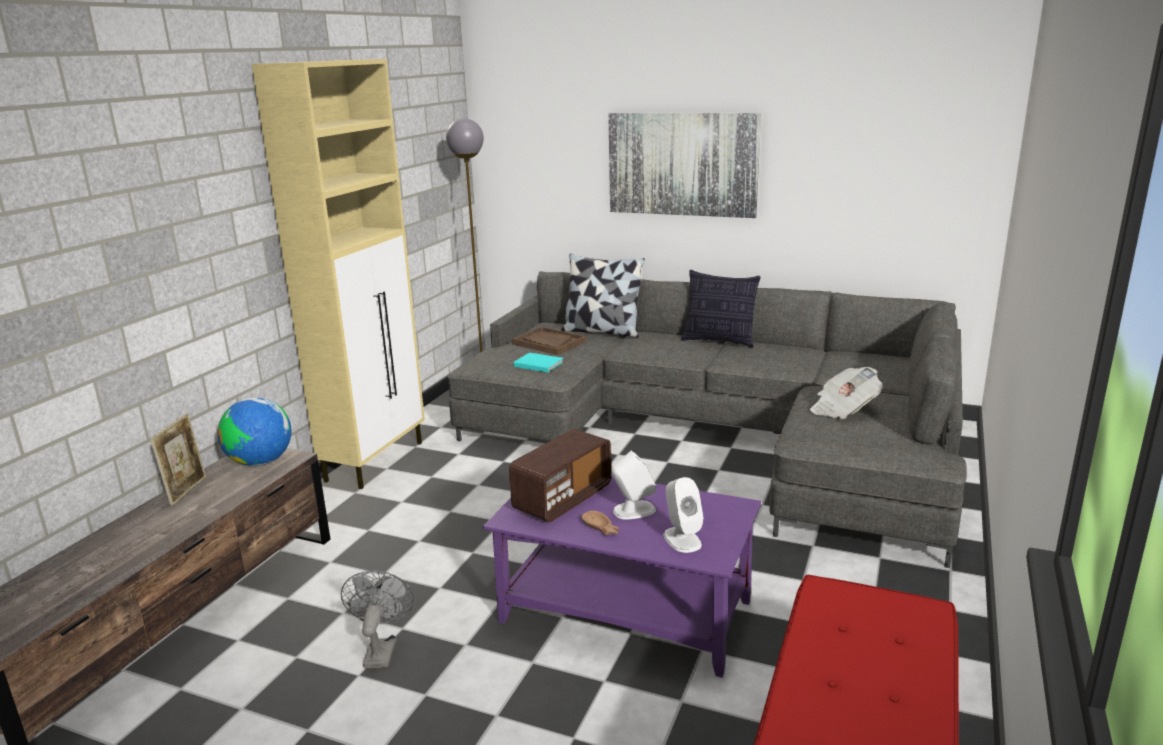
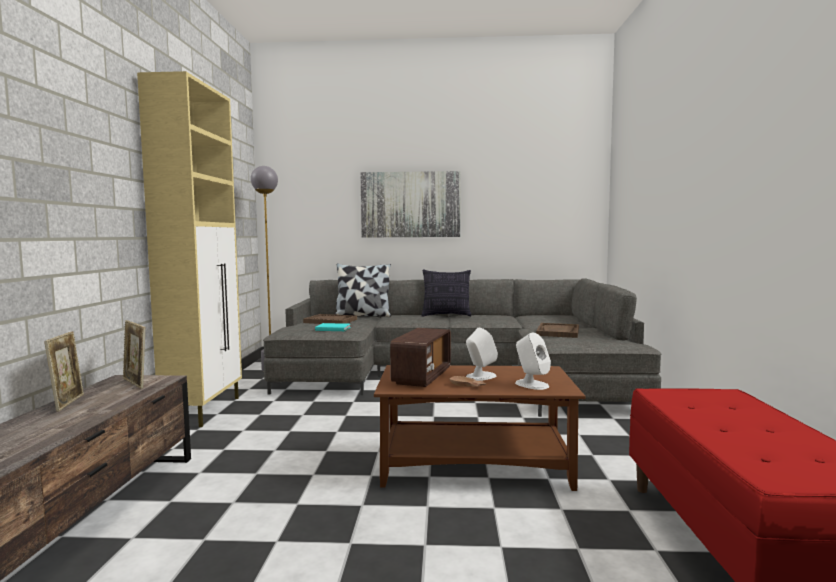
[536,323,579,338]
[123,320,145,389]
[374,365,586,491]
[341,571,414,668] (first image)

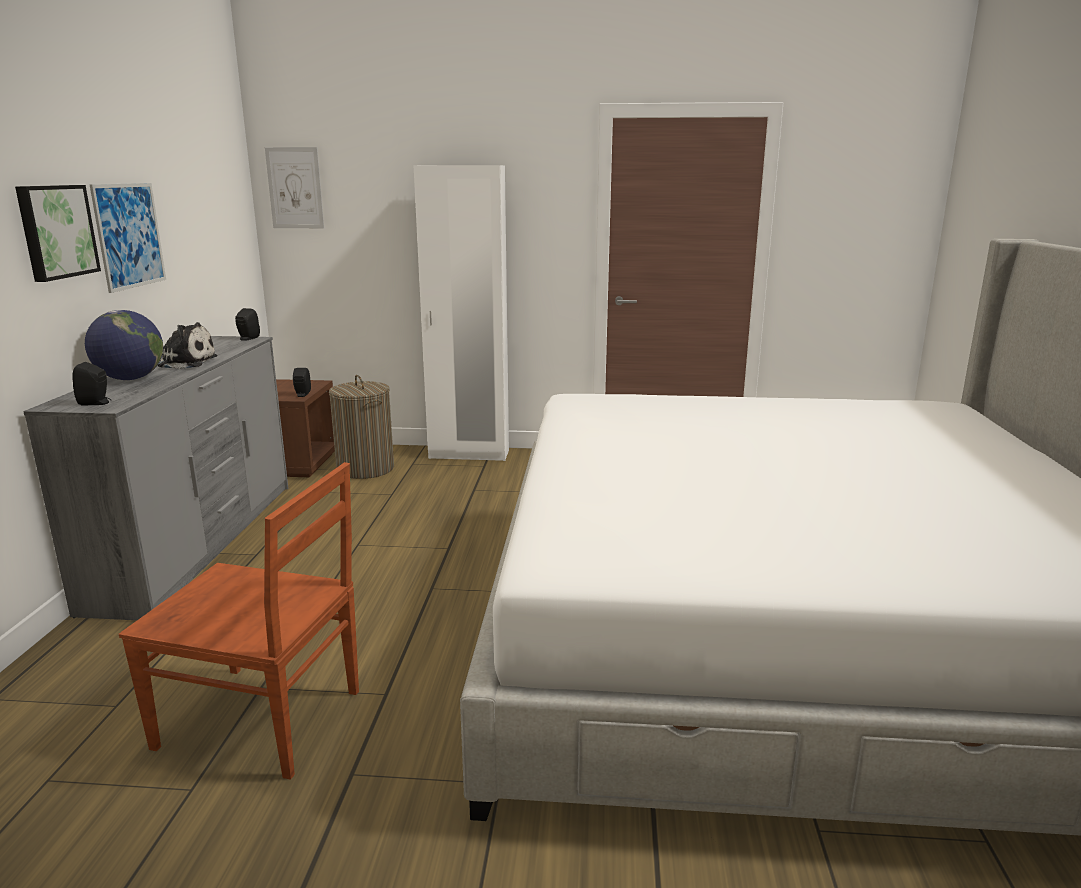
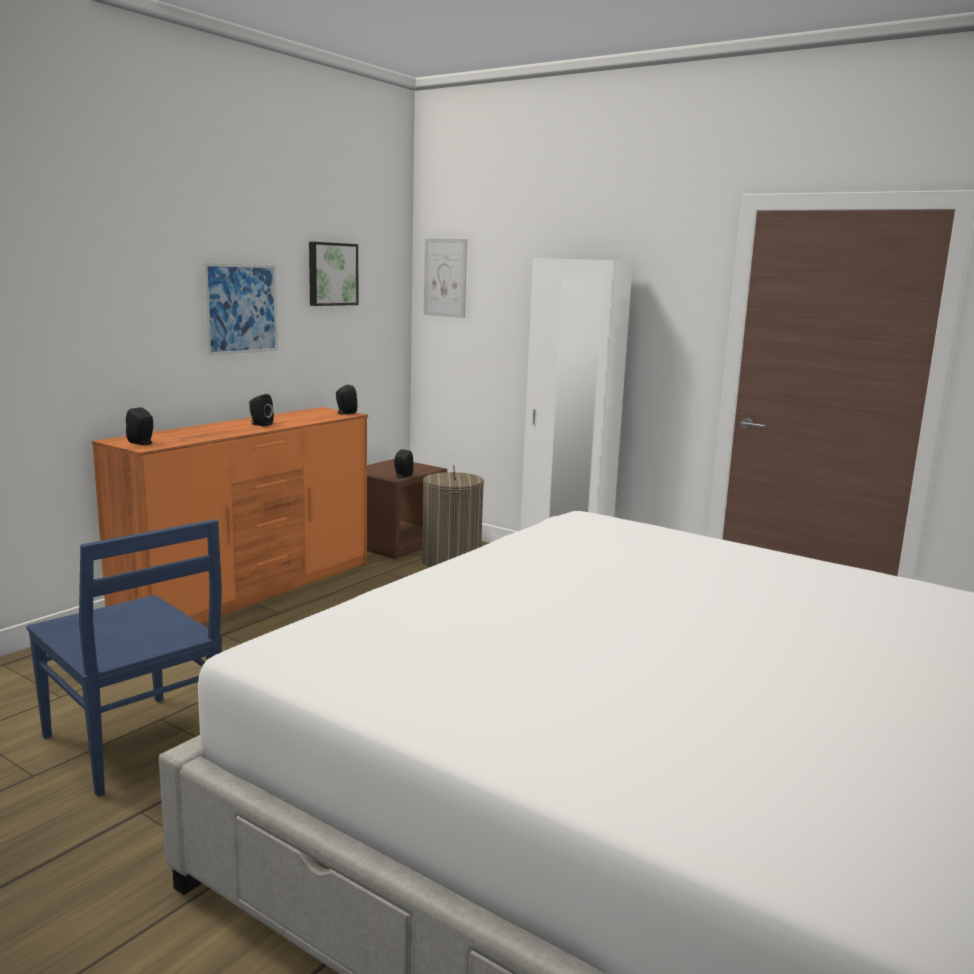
[309,242,358,306]
[85,310,163,380] (first image)
[249,394,274,426]
[92,407,368,623]
[26,519,223,797]

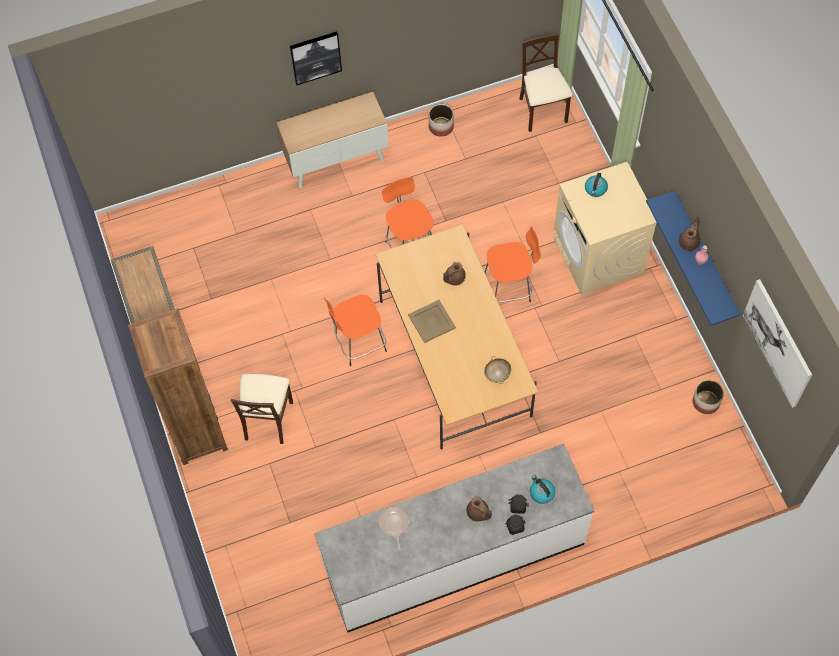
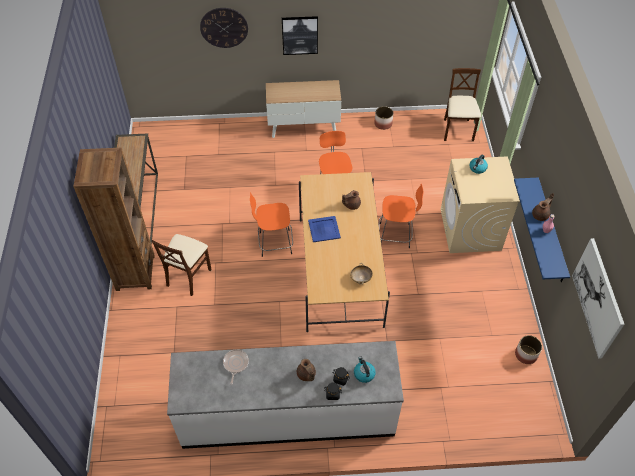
[308,216,341,242]
[200,8,248,48]

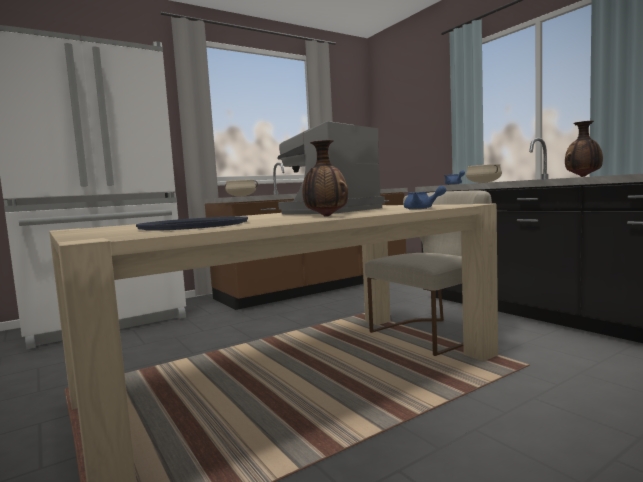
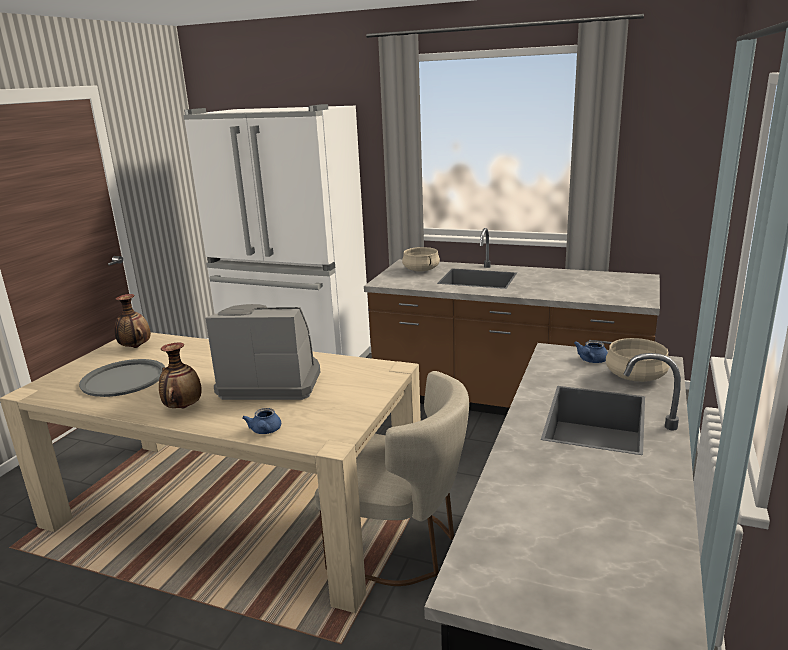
[114,294,151,348]
[79,359,165,397]

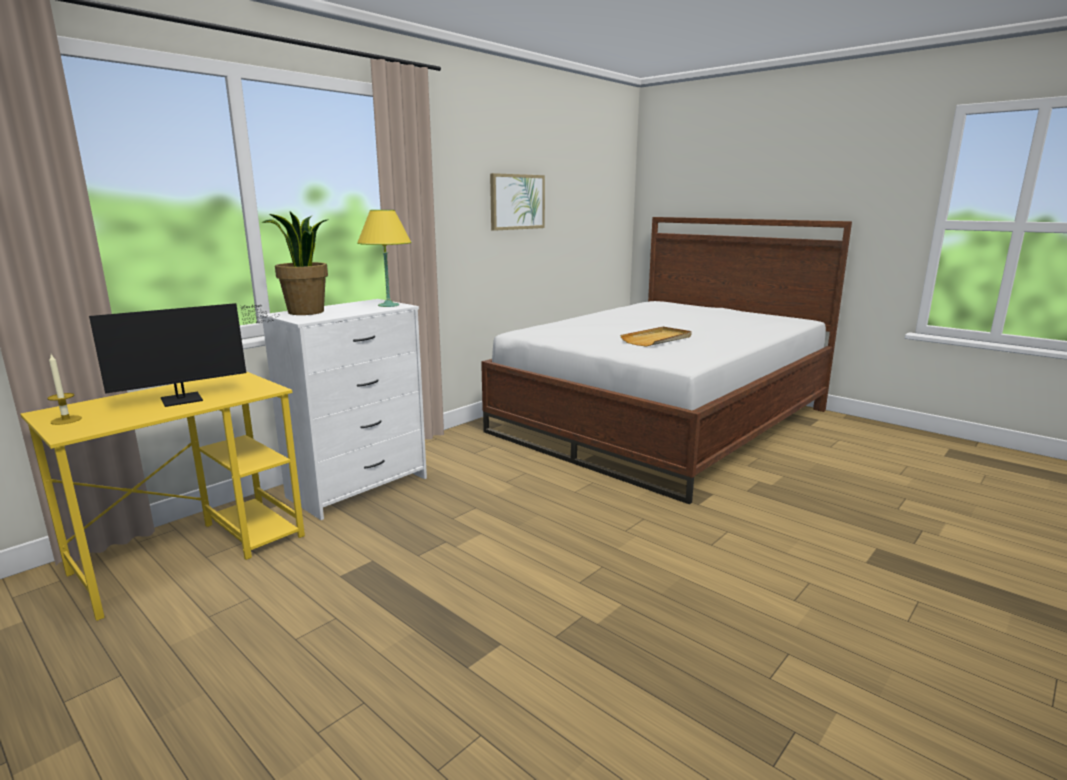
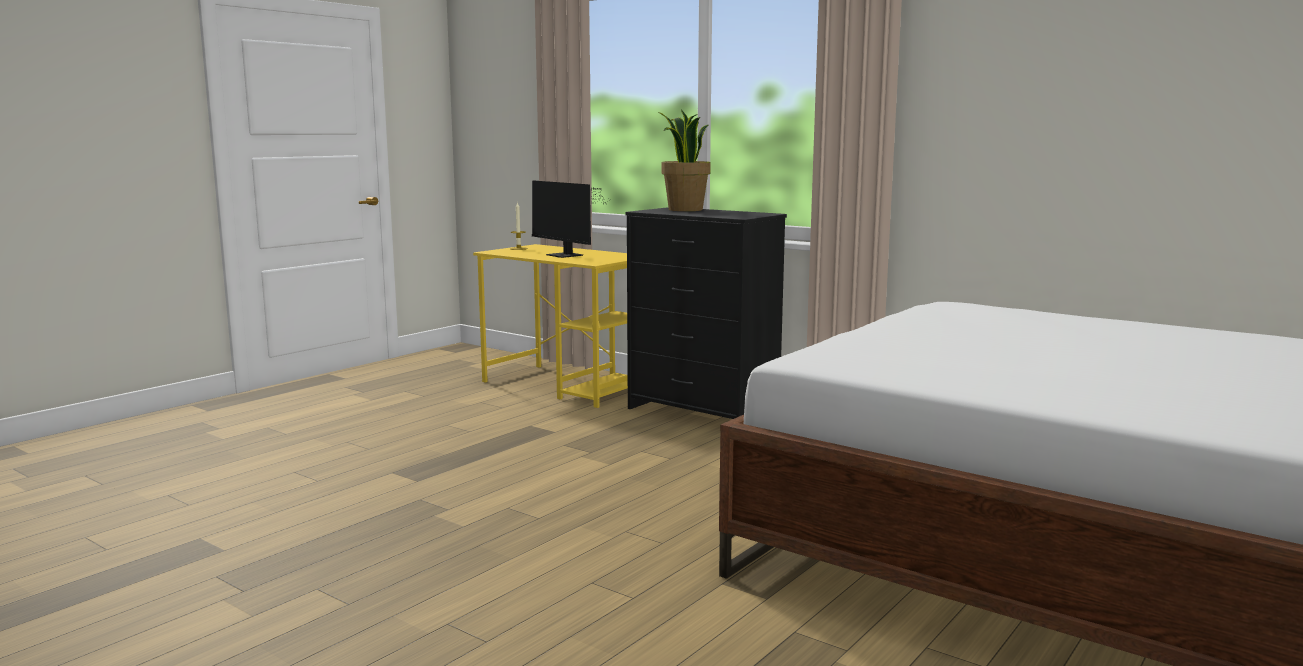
[490,173,545,231] (first image)
[357,210,412,307] (first image)
[625,207,787,419]
[620,327,692,347] (first image)

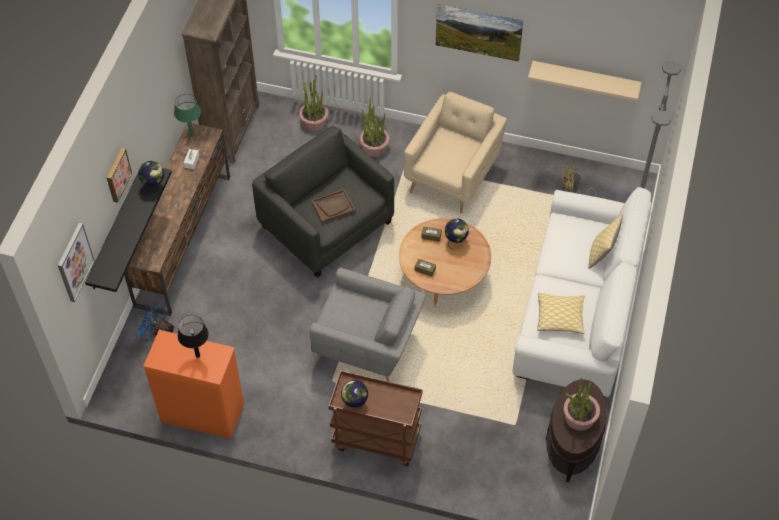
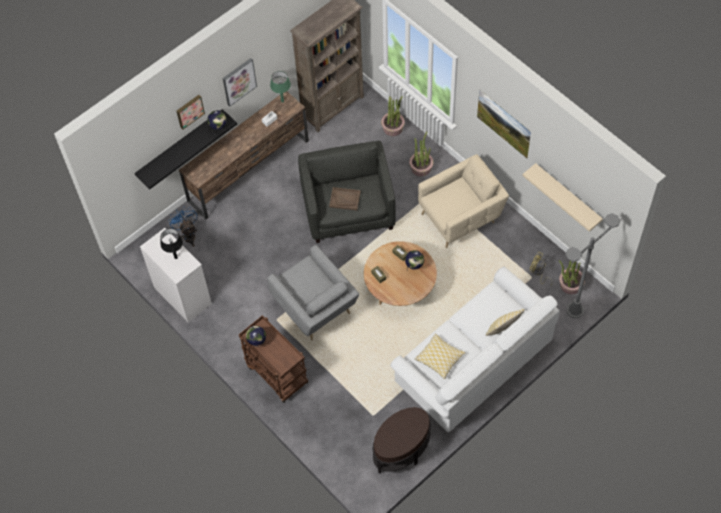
[223,58,257,107]
[140,228,212,322]
[559,260,585,294]

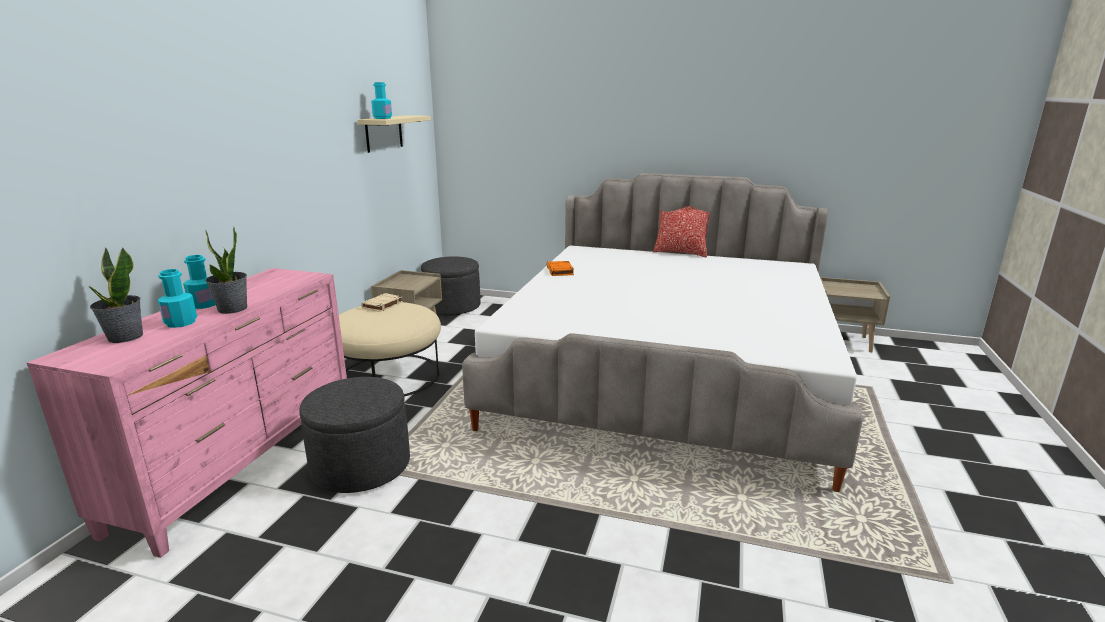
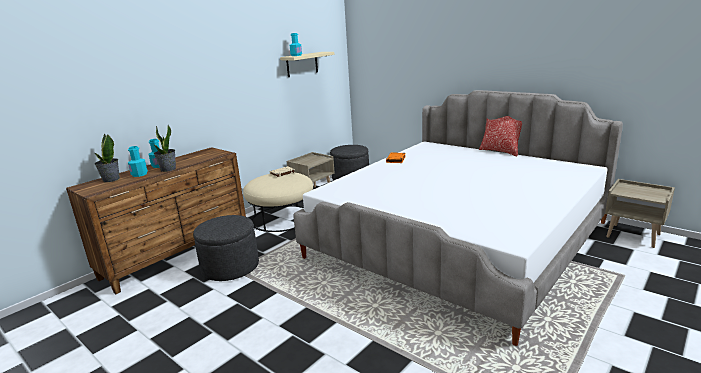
[66,147,246,294]

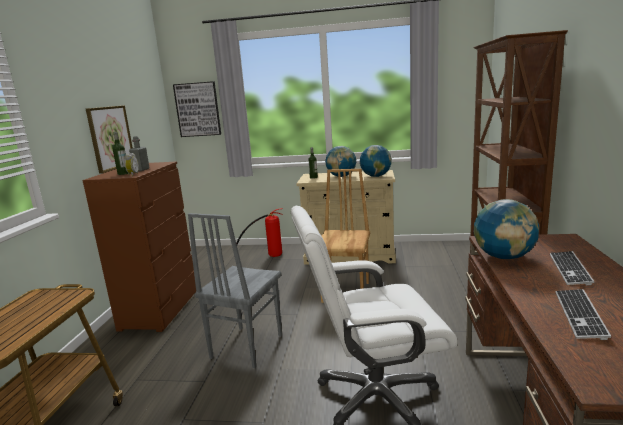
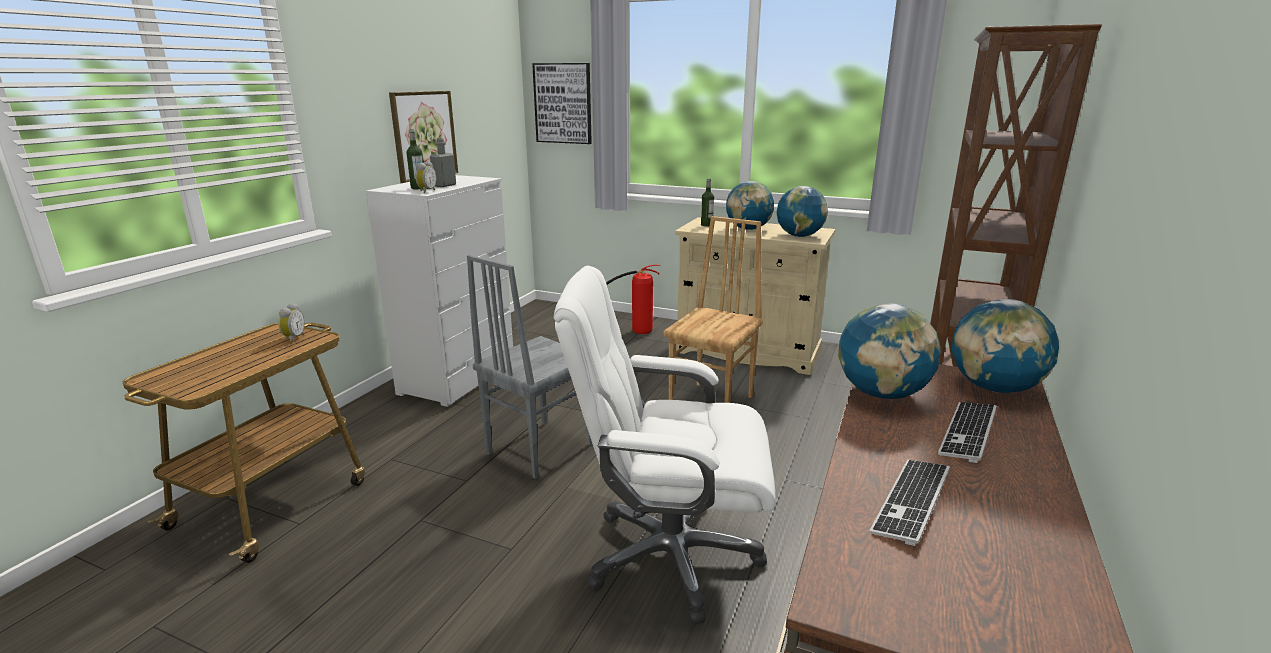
[365,175,513,407]
[952,299,1059,393]
[278,303,305,343]

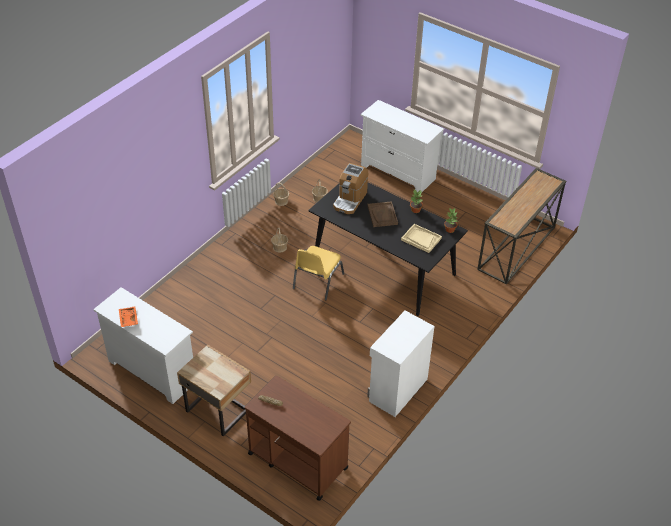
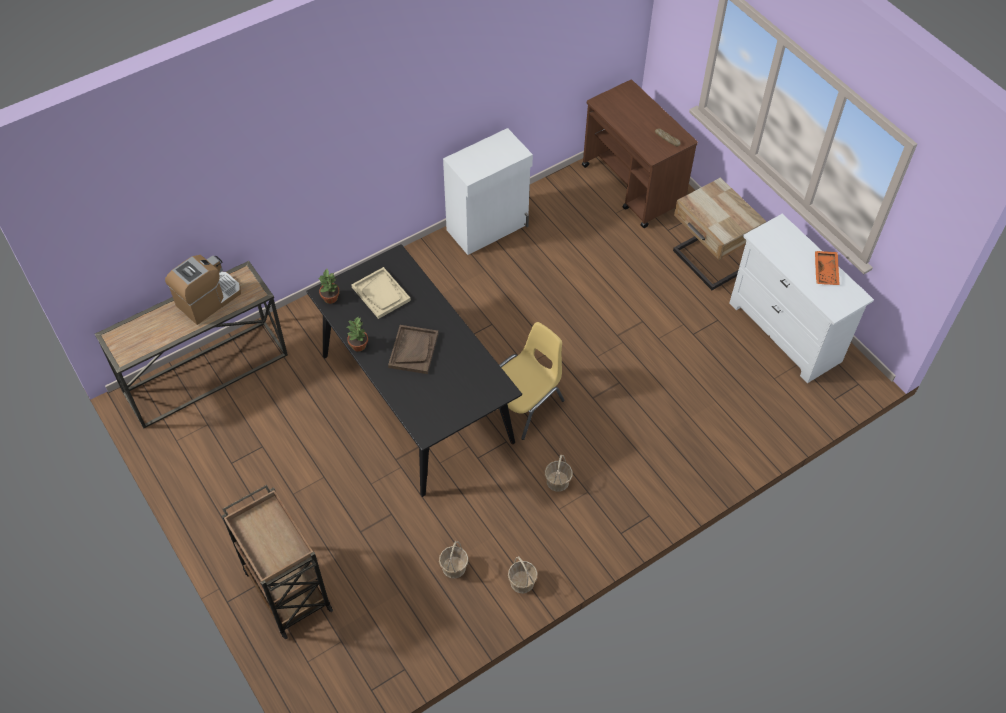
[222,485,333,639]
[165,255,241,325]

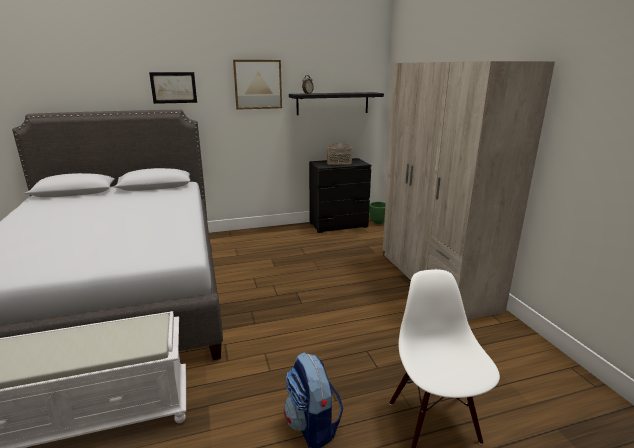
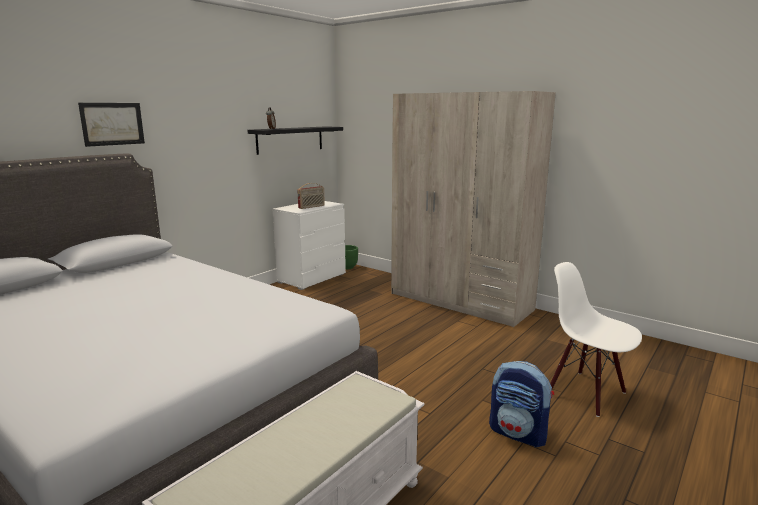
[233,60,282,110] (first image)
[273,201,346,290]

